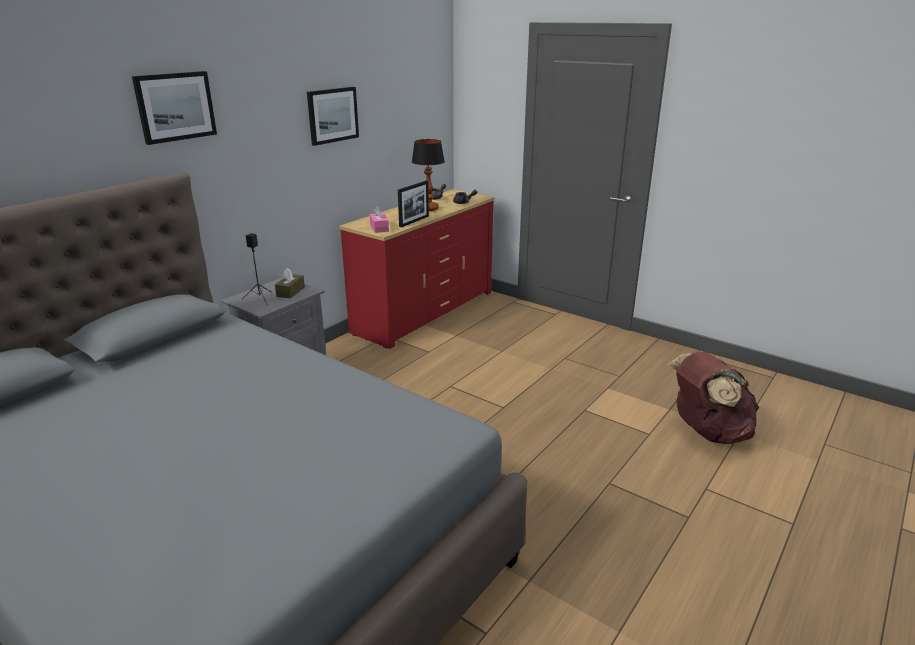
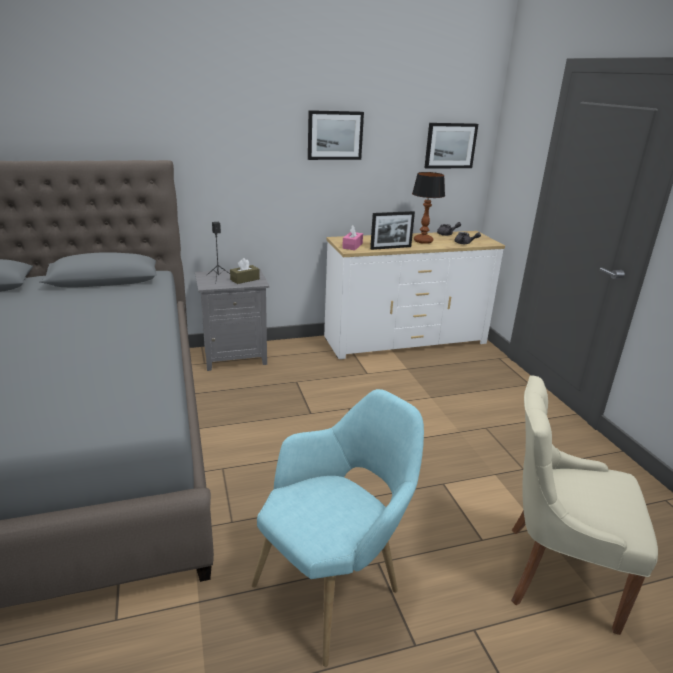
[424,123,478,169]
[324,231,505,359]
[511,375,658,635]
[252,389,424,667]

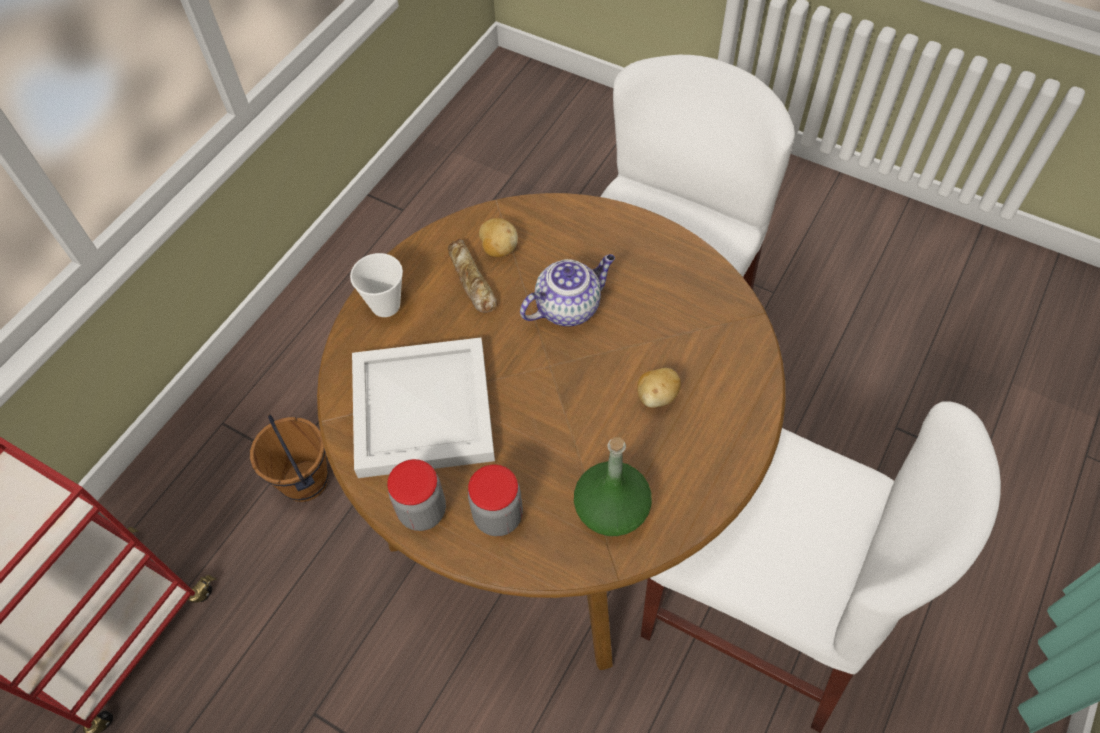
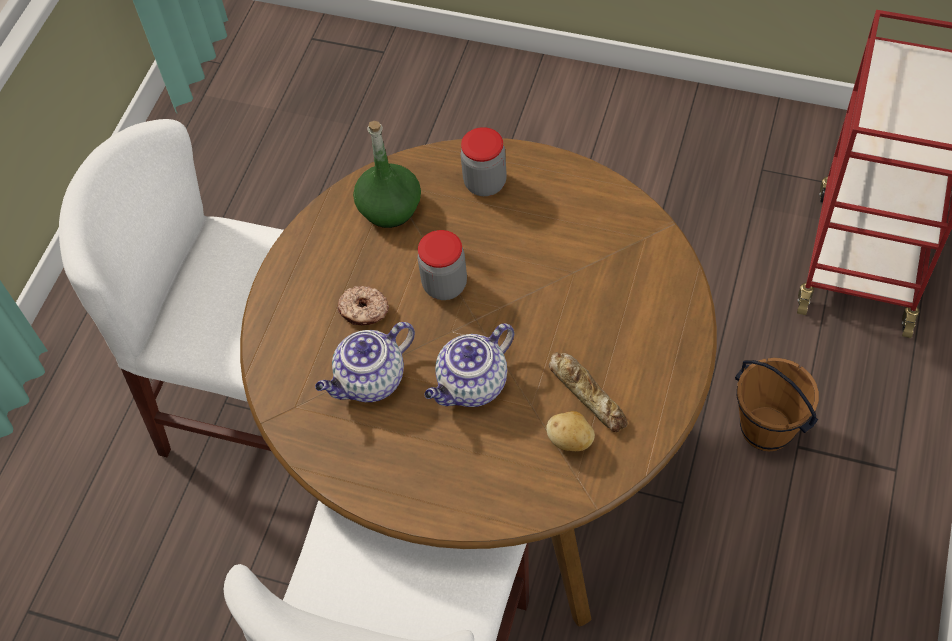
[350,253,403,317] (first image)
[352,337,495,478] (first image)
[337,286,389,325]
[418,230,467,300]
[315,322,415,402]

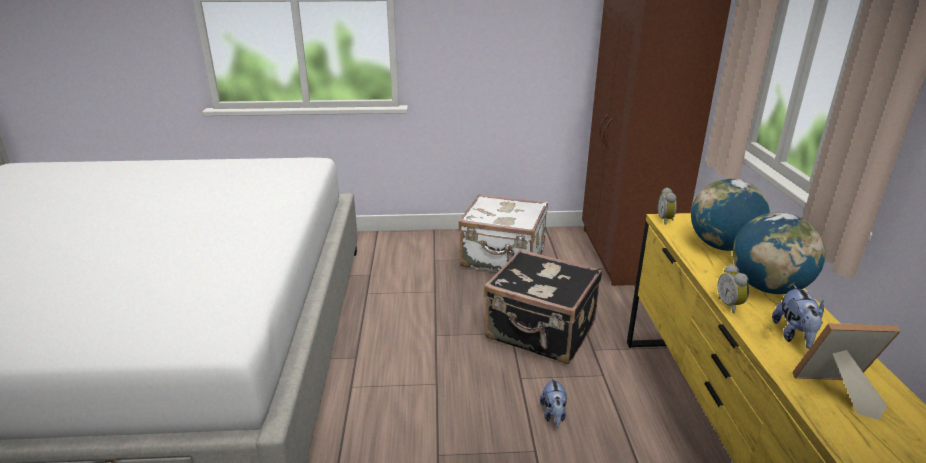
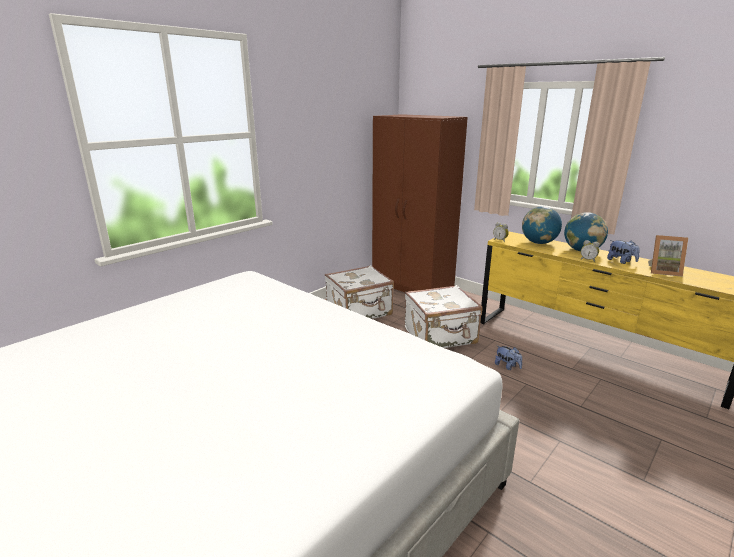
[405,285,483,348]
[648,235,688,277]

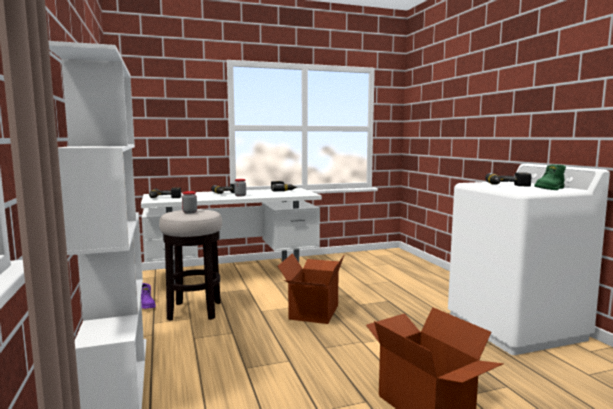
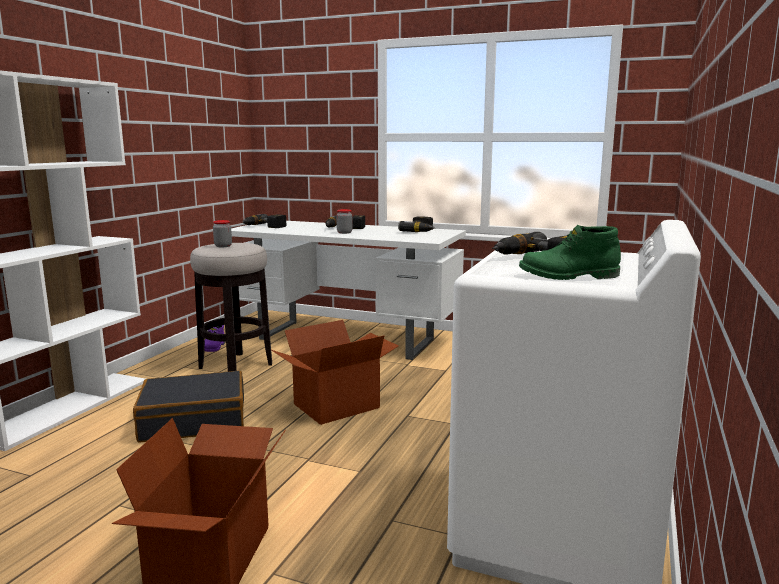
[133,371,244,443]

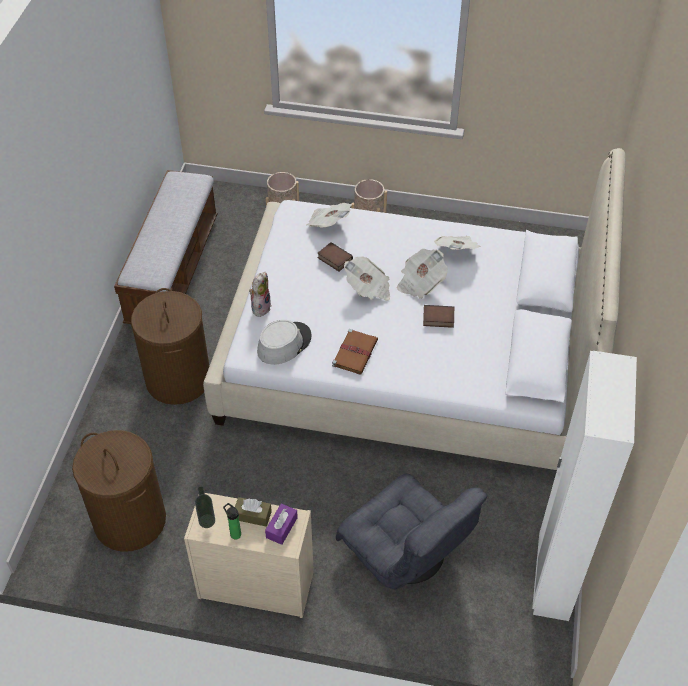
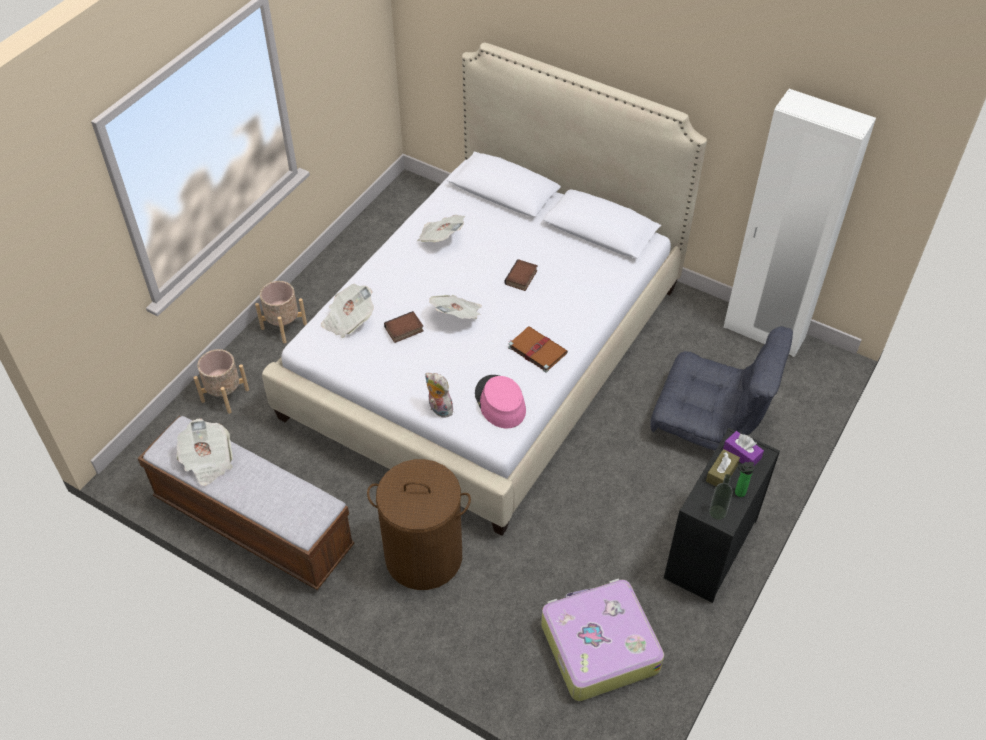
[177,418,233,486]
[475,375,526,428]
[541,578,664,701]
[650,326,793,450]
[664,428,780,603]

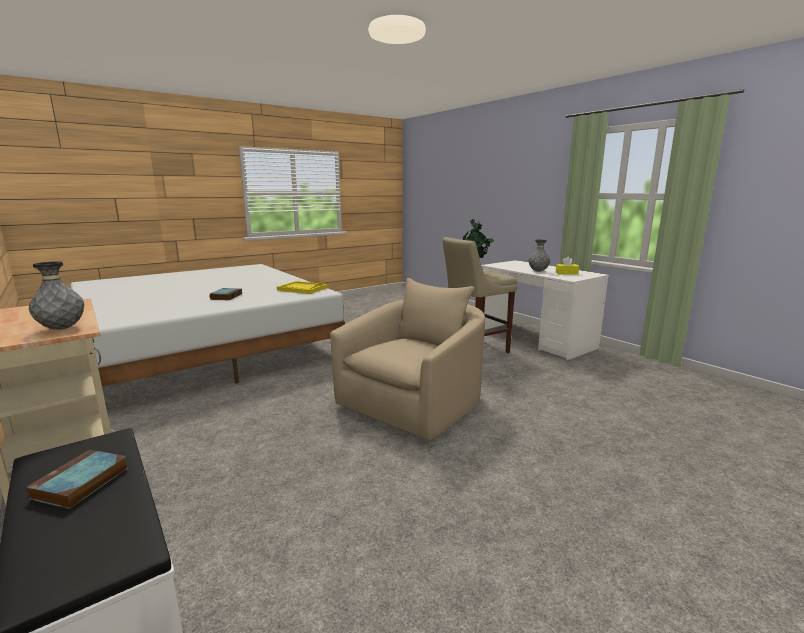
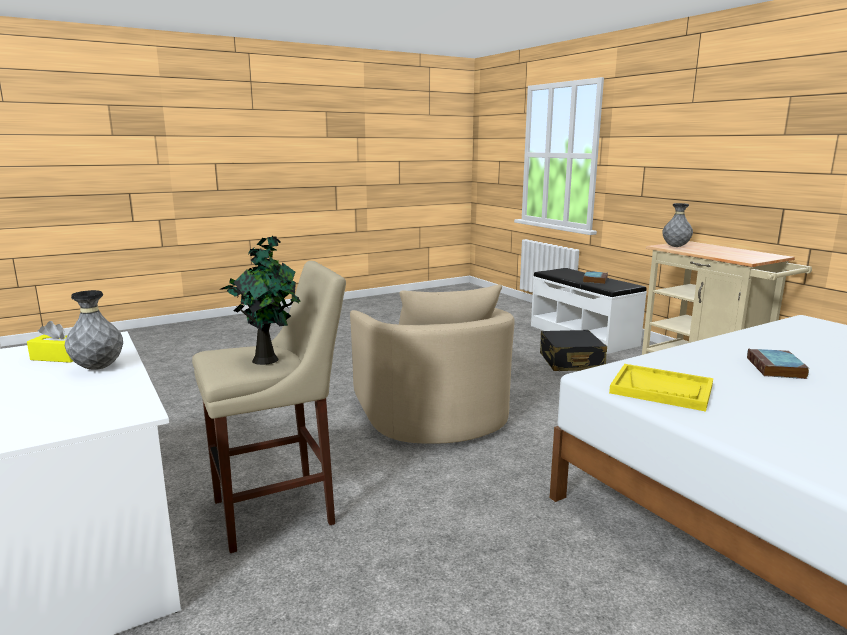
[350,284,515,444]
[540,330,607,371]

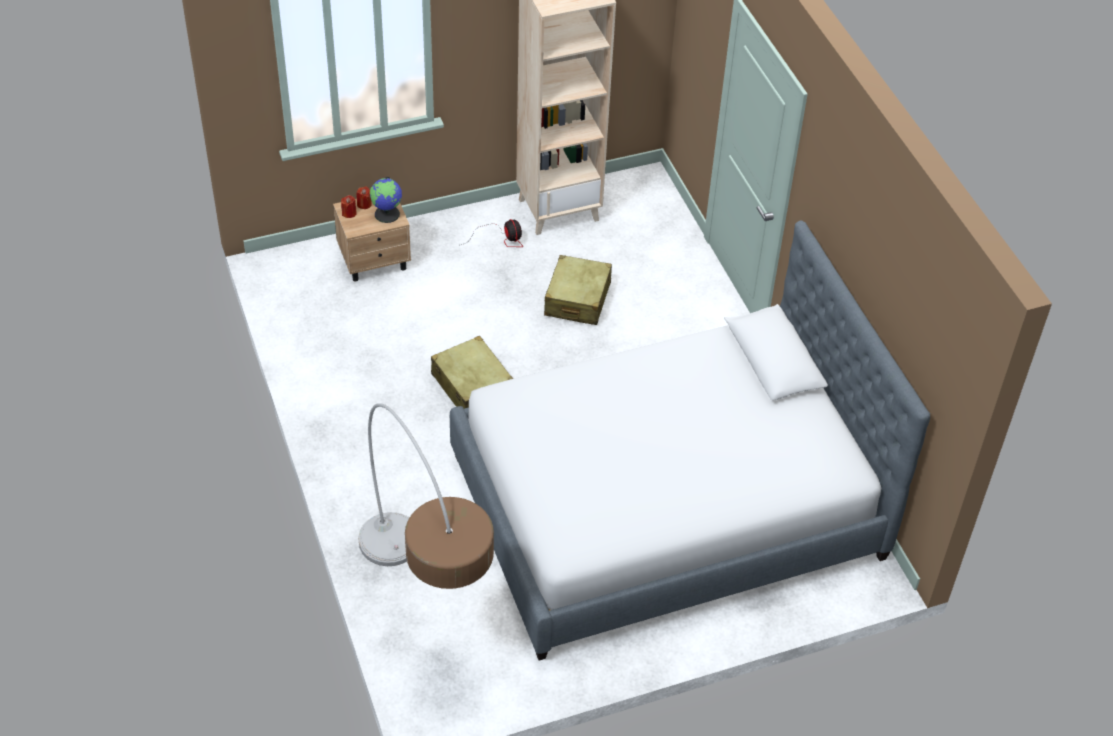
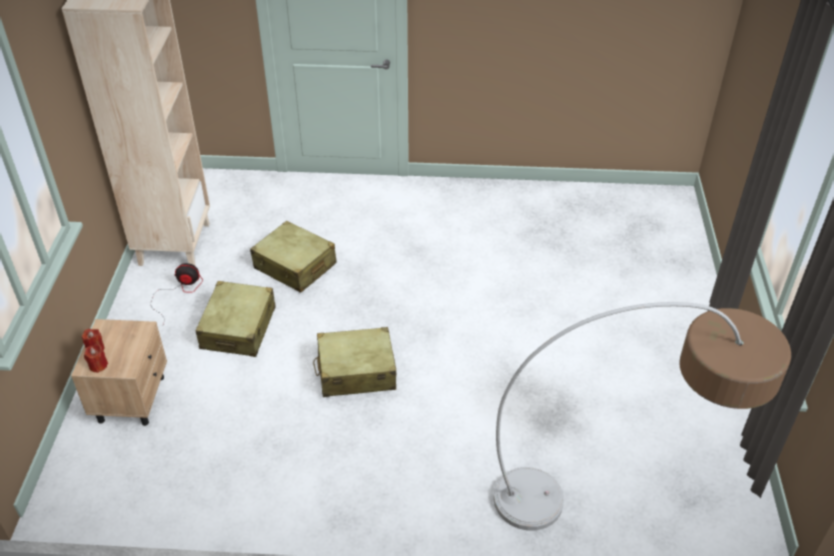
[370,177,402,223] (first image)
[450,220,930,661] (first image)
[196,281,276,357]

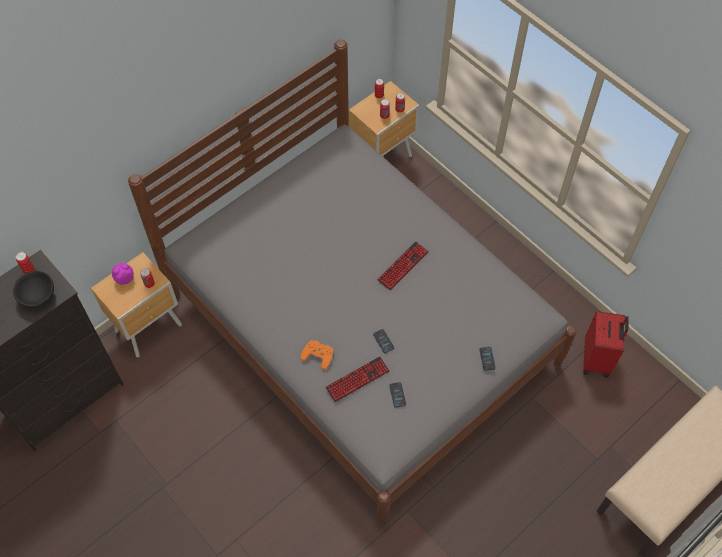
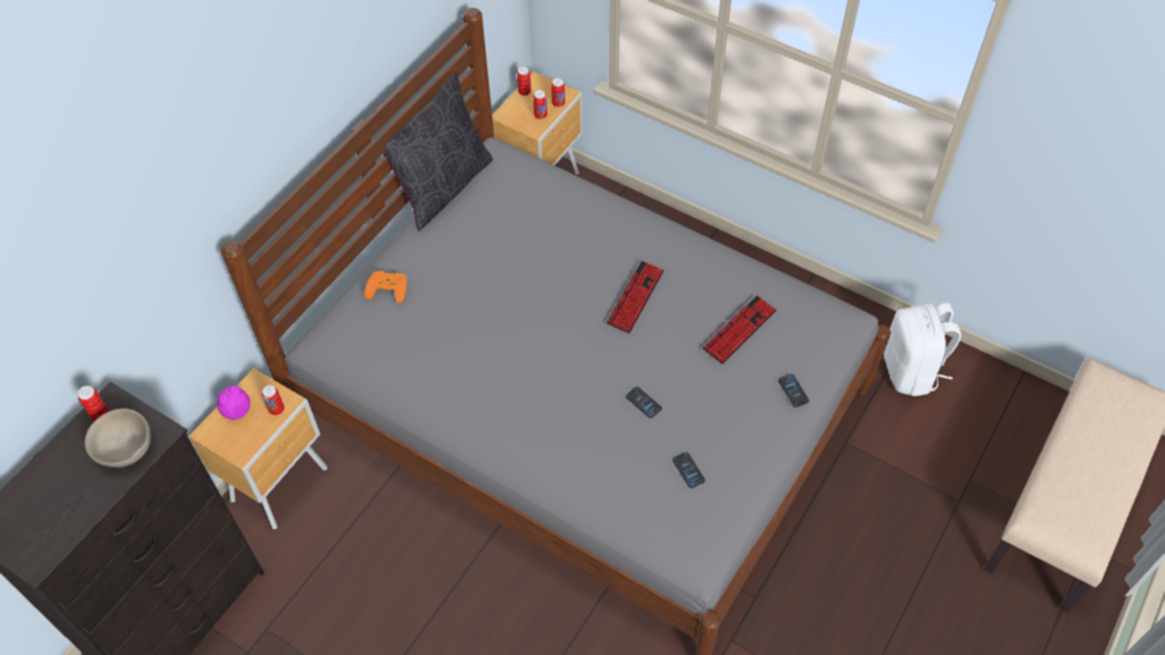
[85,409,151,467]
[884,303,961,396]
[365,271,407,303]
[703,296,777,364]
[383,72,493,231]

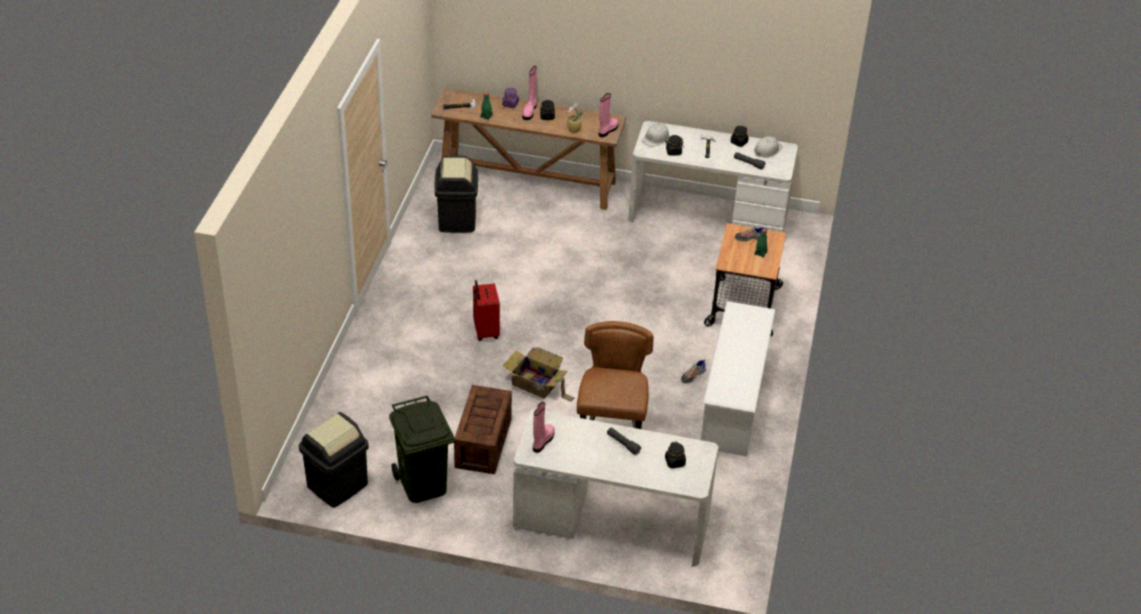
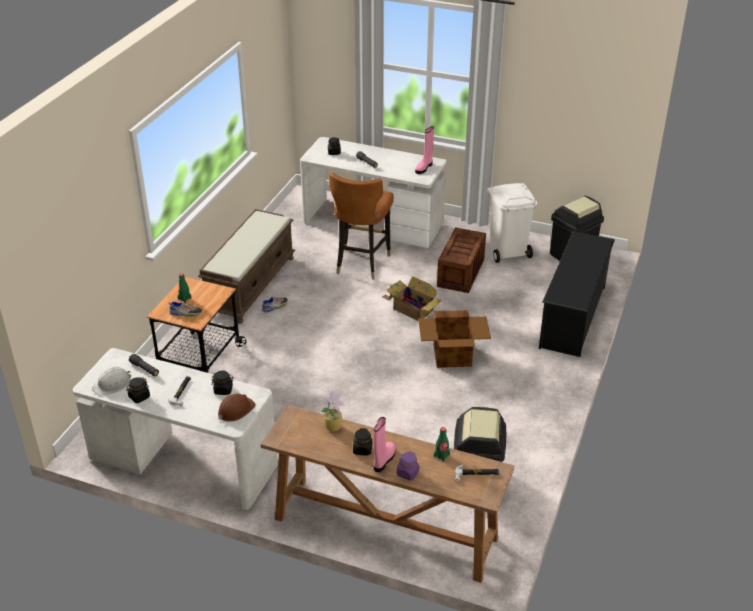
[599,93,619,138] (first image)
[218,394,256,422]
[418,310,491,368]
[198,209,295,324]
[487,183,537,263]
[539,231,615,357]

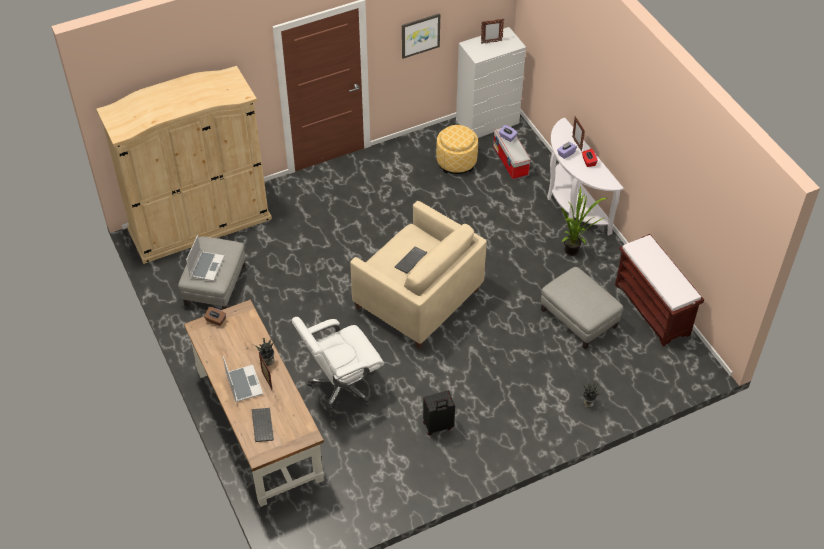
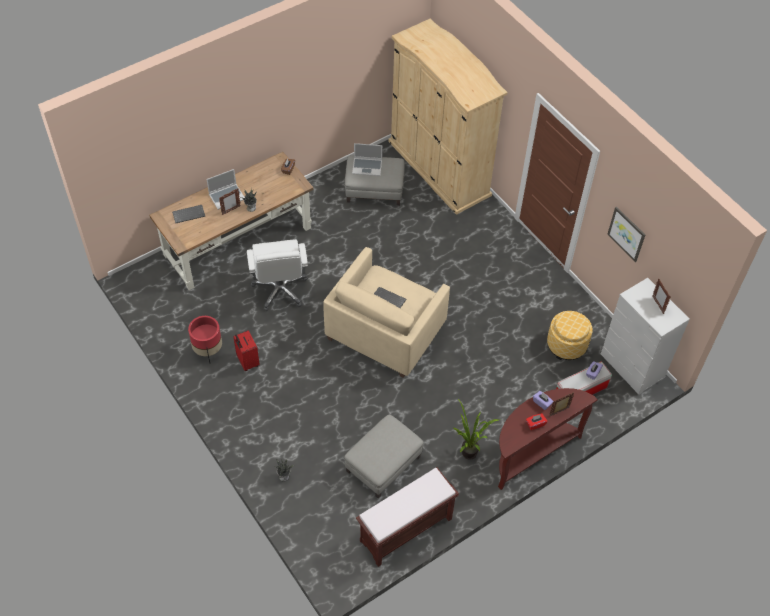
[498,388,598,490]
[247,239,308,311]
[233,330,260,371]
[188,316,222,363]

